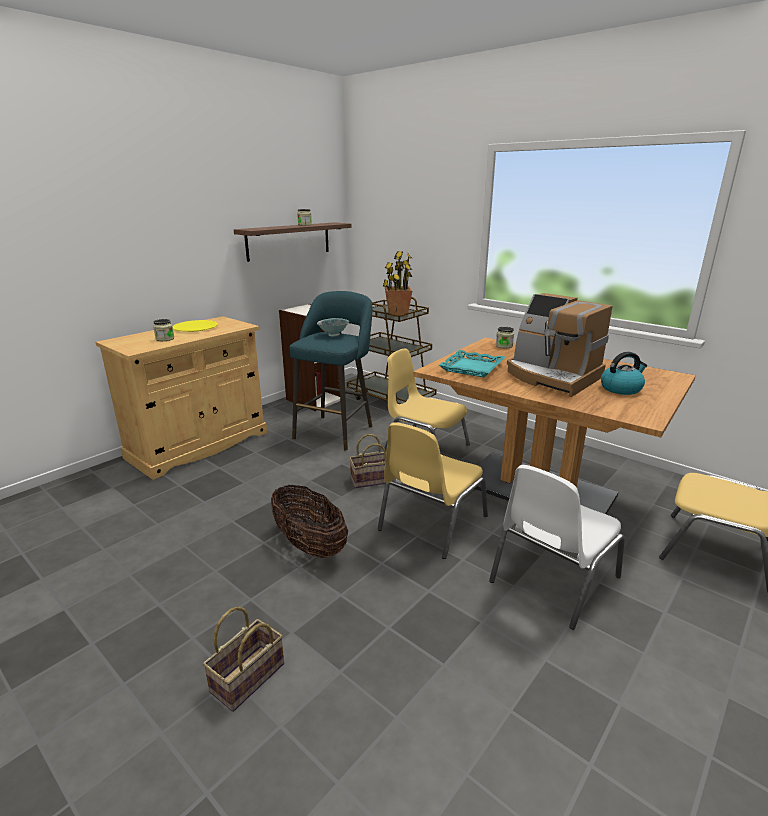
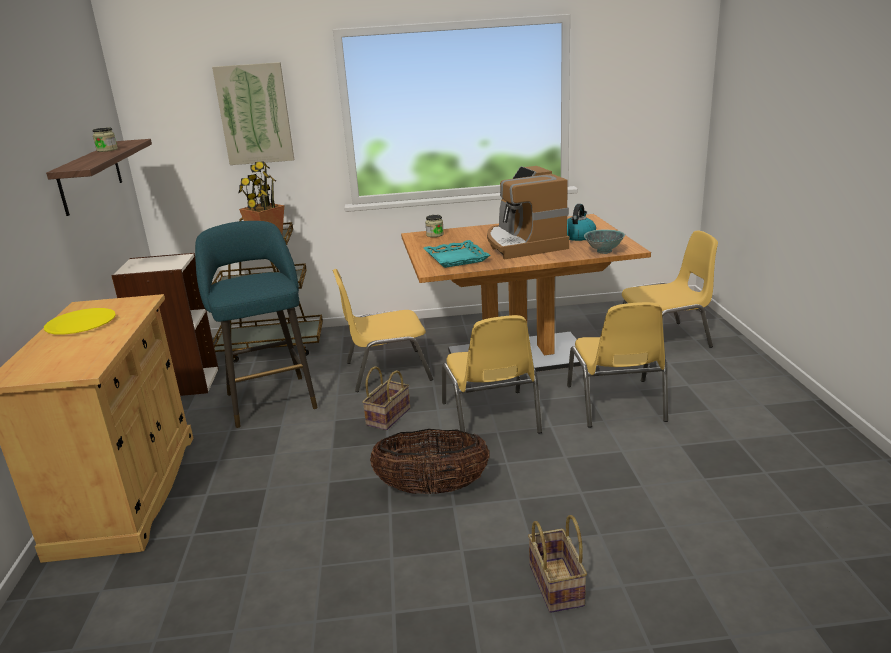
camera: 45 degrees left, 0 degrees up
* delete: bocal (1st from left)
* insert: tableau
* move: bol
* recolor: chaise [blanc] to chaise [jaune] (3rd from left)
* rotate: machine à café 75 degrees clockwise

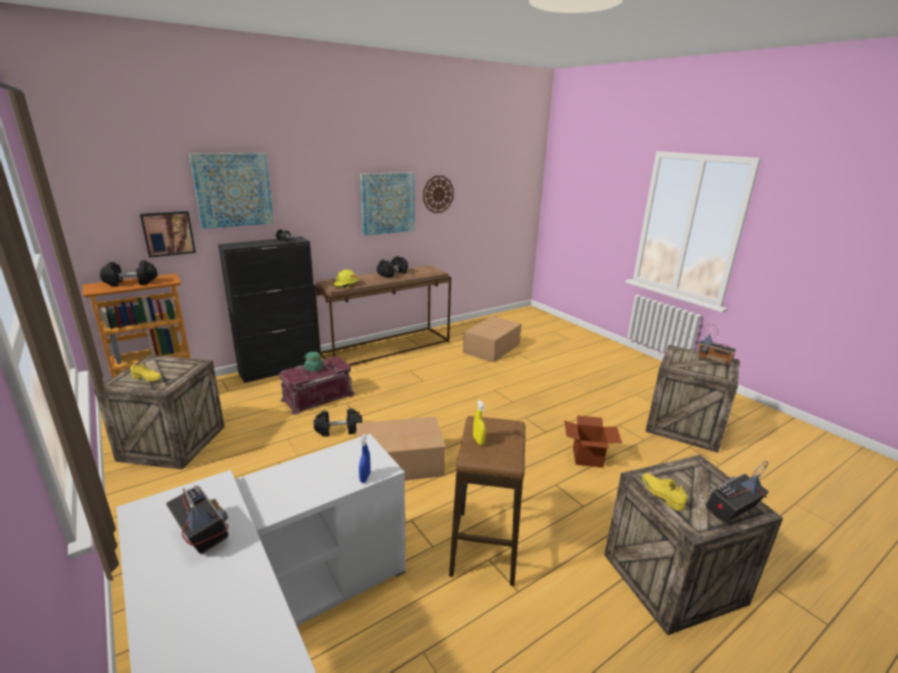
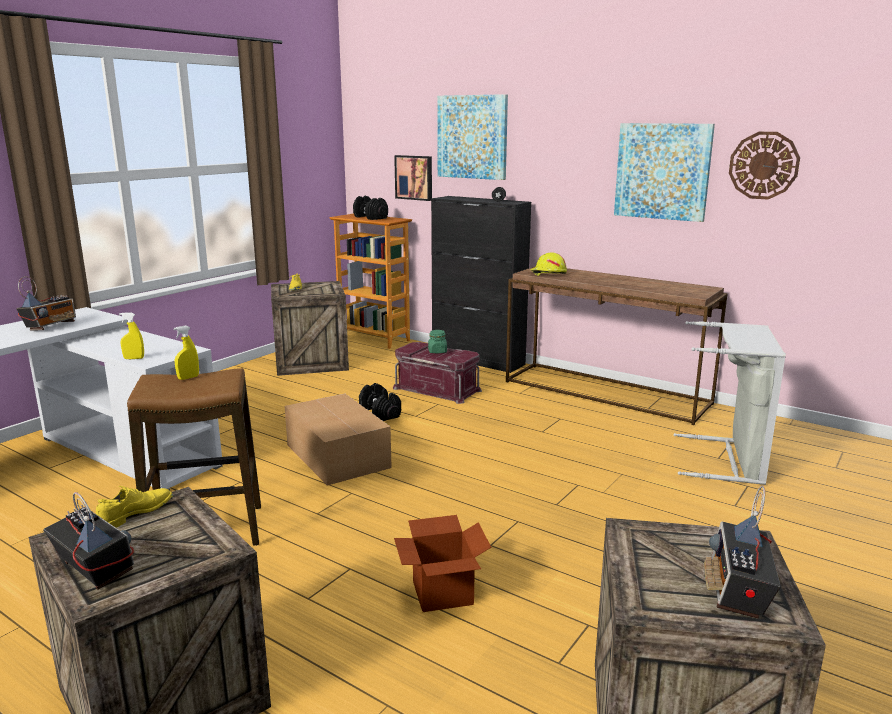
camera: 70 degrees right, 5 degrees down
* delete: haltère [noir] (4th from left)
* replace: carton (2nd from left) to panier à linge [gris]
* recolor: vaporisateur [bleu] to vaporisateur [jaune] (1st from left)

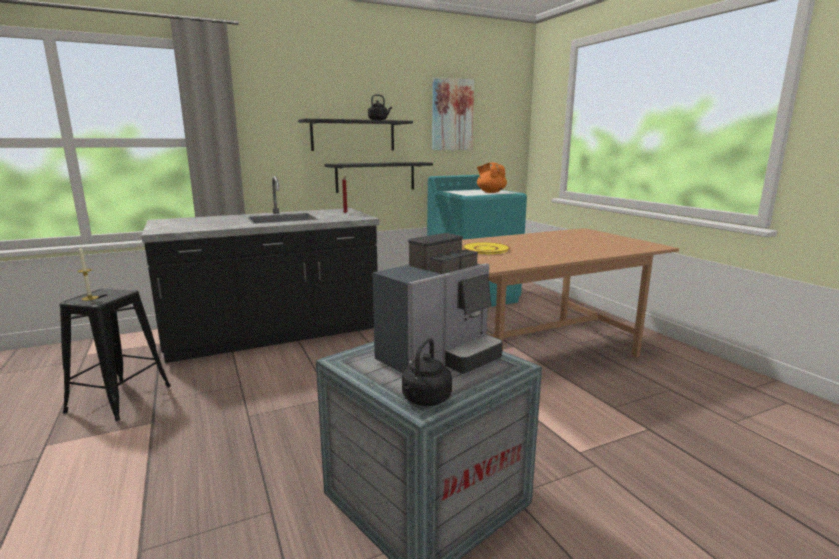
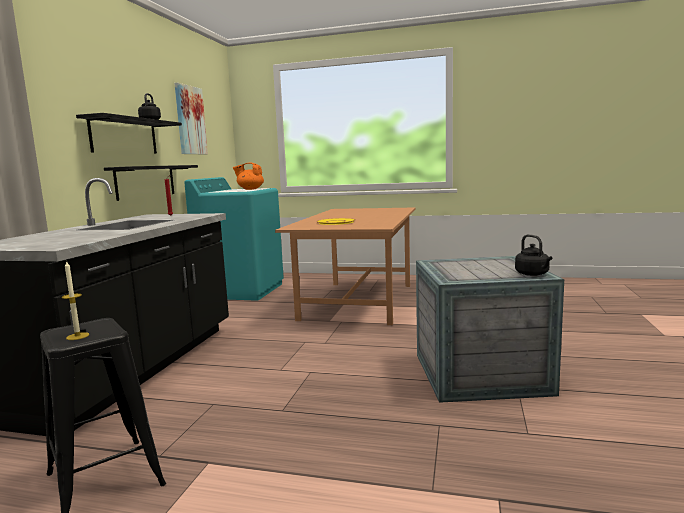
camera: 50 degrees left, 5 degrees down
* delete: machine à café

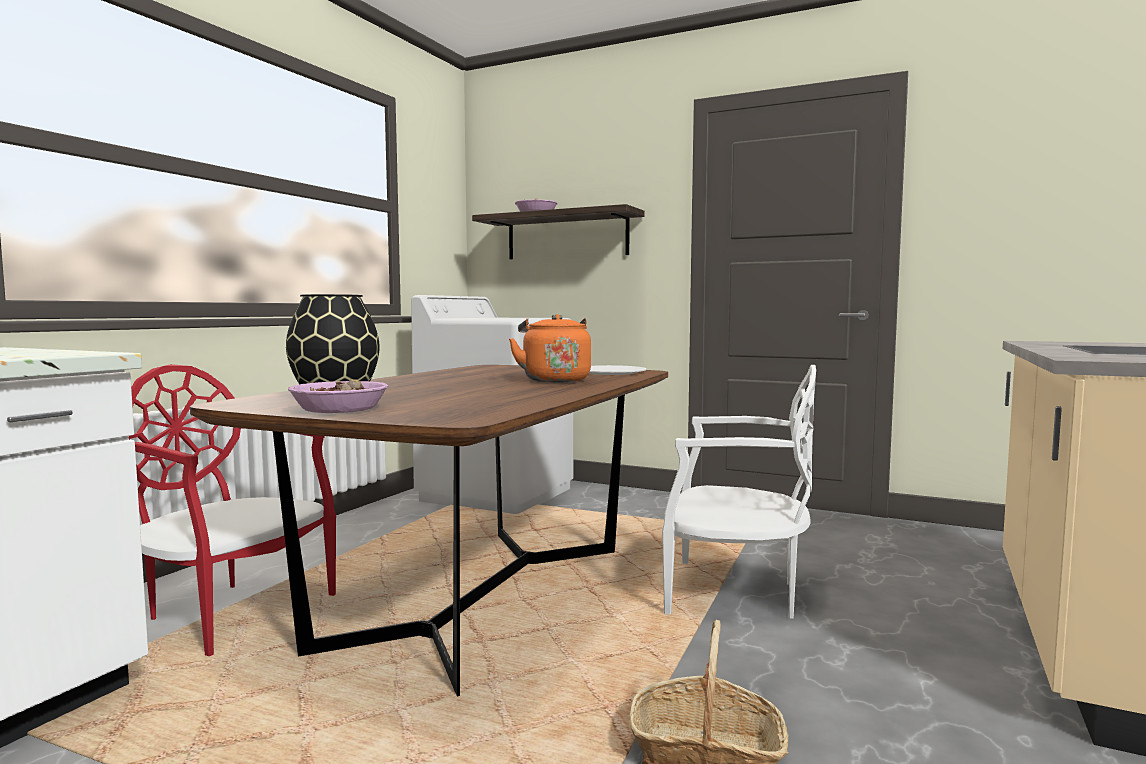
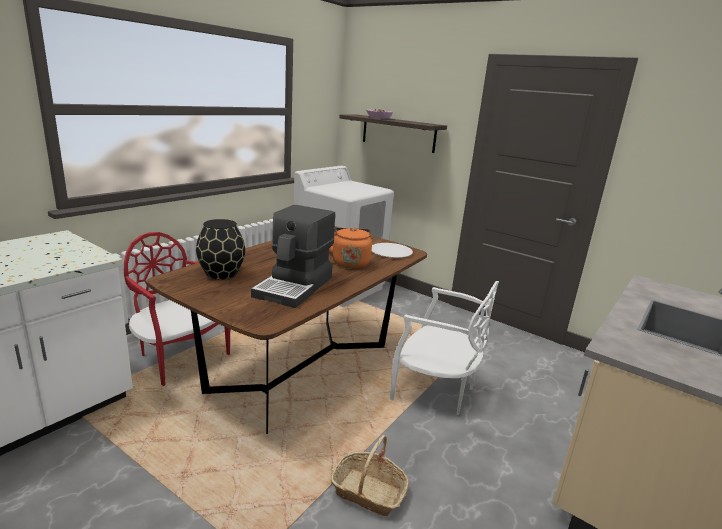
camera: 10 degrees right, 15 degrees up
* delete: bol (1st from left)
* insert: machine à café

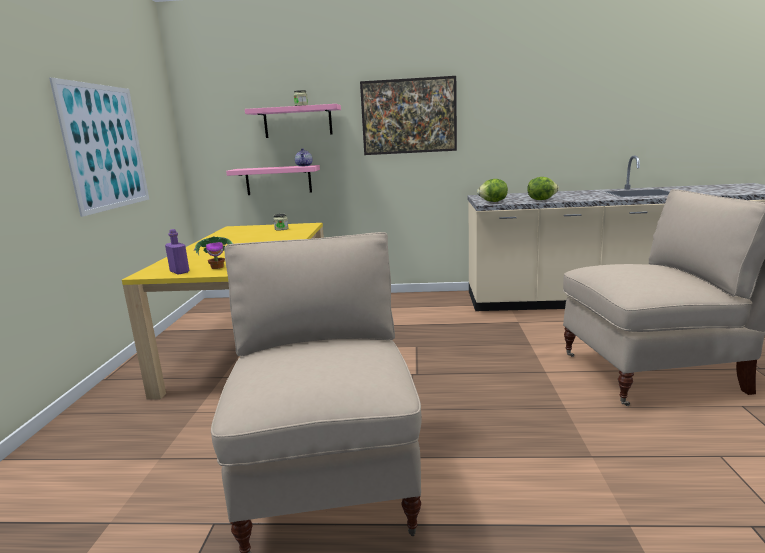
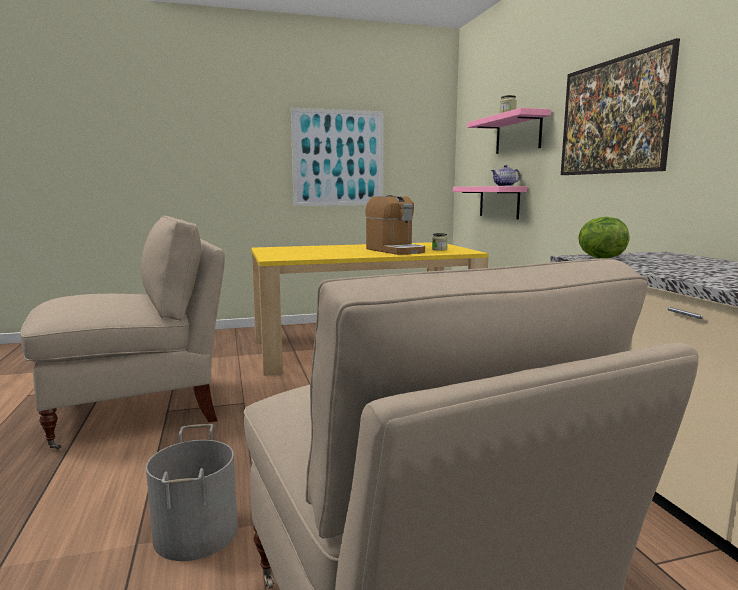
camera: 70 degrees right, 5 degrees down
* delete: bouteille [violet]
* delete: plante en pot
* delete: laitue (2nd from left)
* insert: seau [gris]
* insert: machine à café

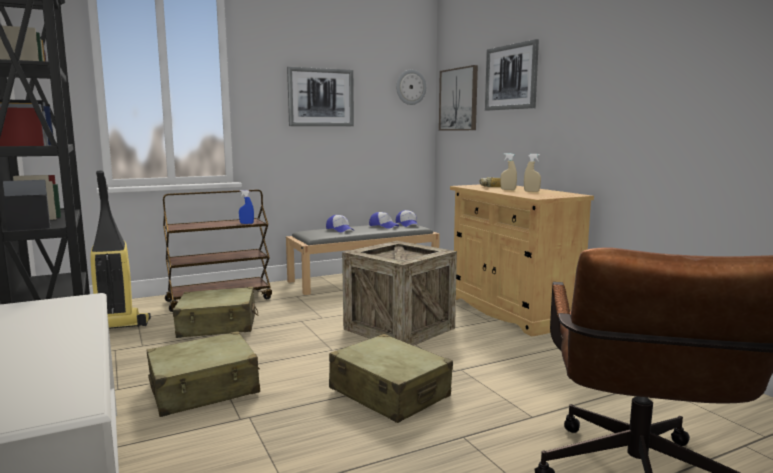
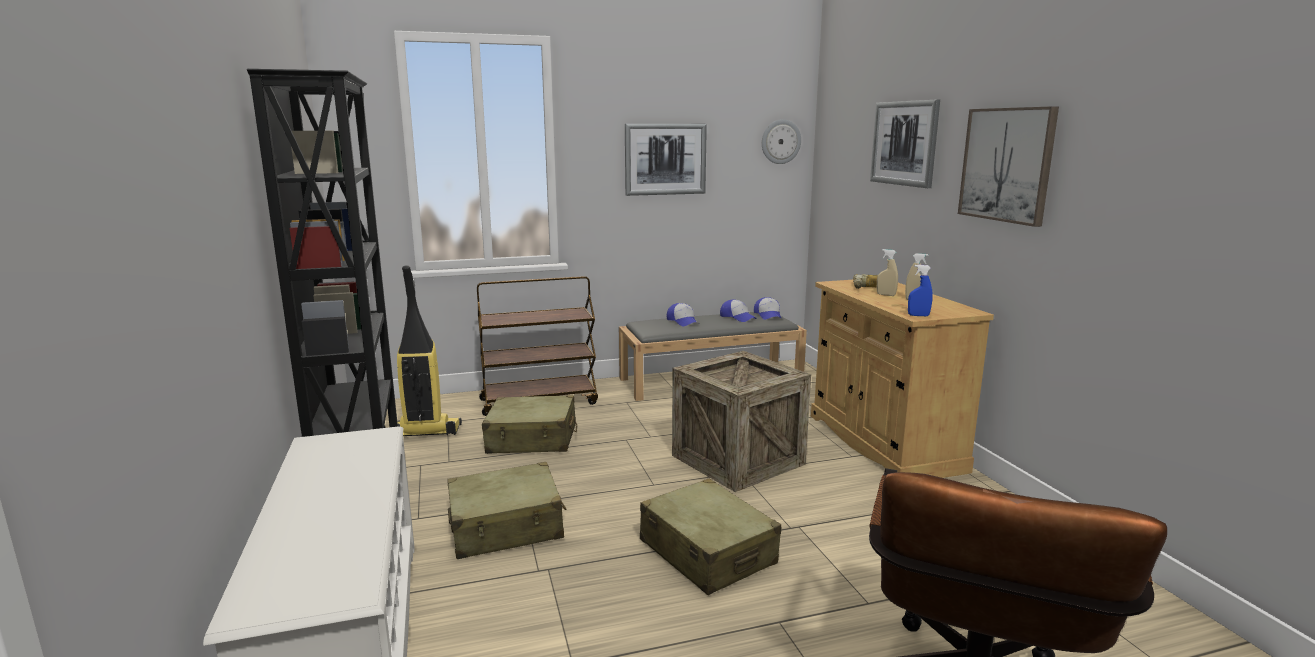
camera: 10 degrees right, 5 degrees up
* move: vaporisateur [bleu]
* move: tableau (2nd from left in the first image) to tableau (3rd from left)

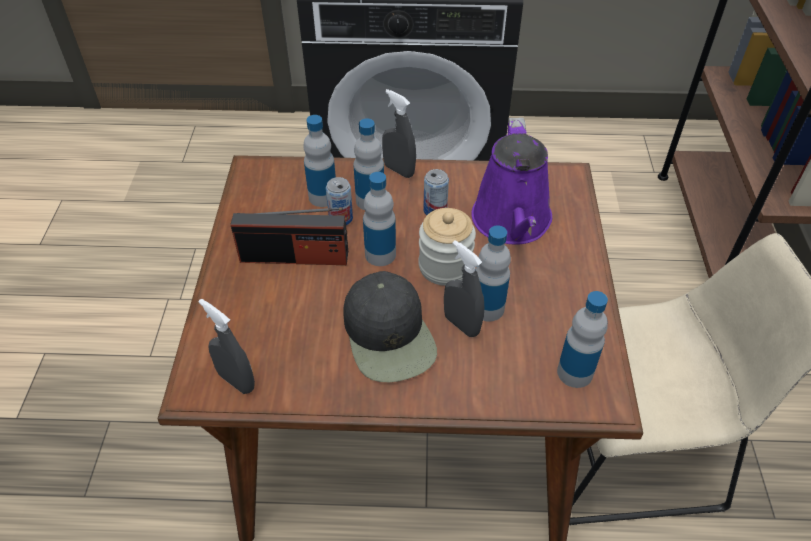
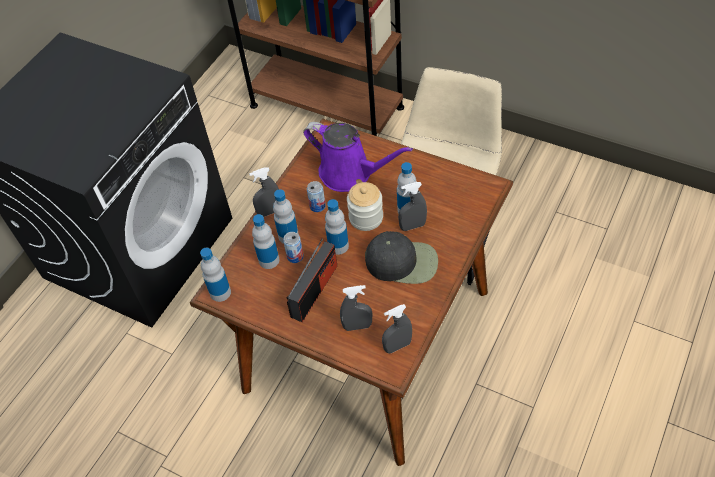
camera: 60 degrees left, 5 degrees up
* insert: vaporisateur [gris] (2nd from left)
* move: bouteille (5th from left in the first image) to bouteille (1st from left)

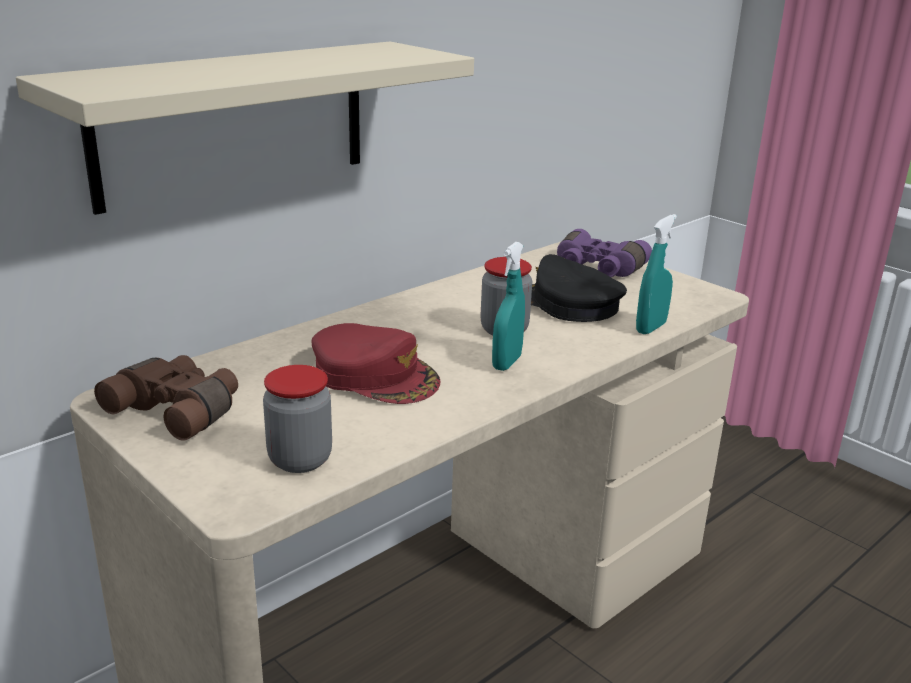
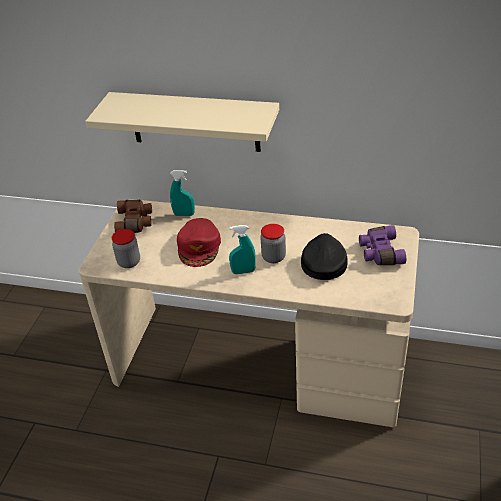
camera: 60 degrees right, 15 degrees up
* move: vaporisateur [turquoise] (2nd from left in the first image) to vaporisateur [turquoise] (1st from left)

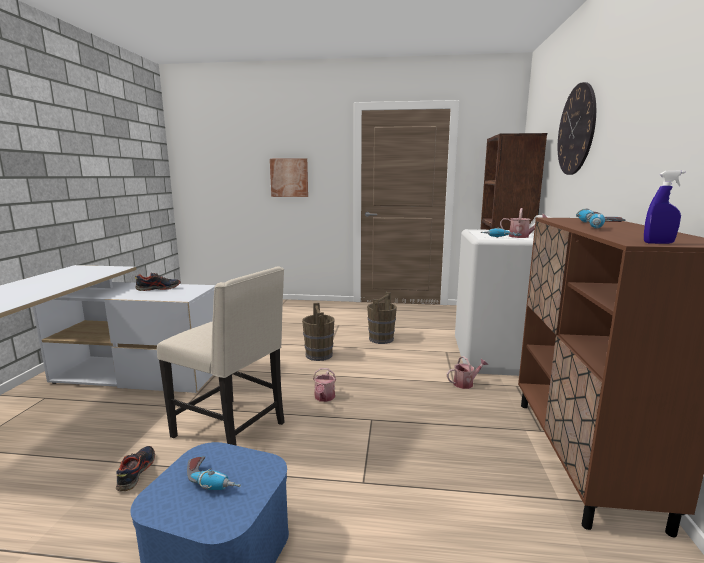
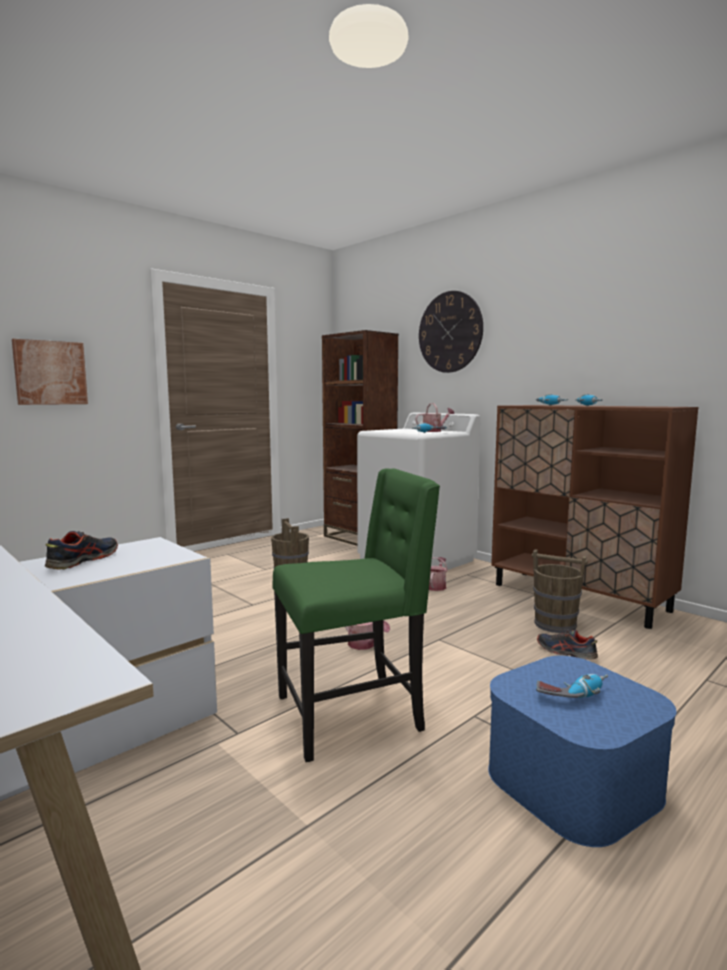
camera: 50 degrees left, 5 degrees down
* delete: vaporisateur [bleu]
* move: chaussure (1st from left in the first image) to chaussure (2nd from left)
* move: seau [marron] (1st from left in the first image) to seau [marron] (2nd from left)
* recolor: chaise [beige] to chaise [vert]

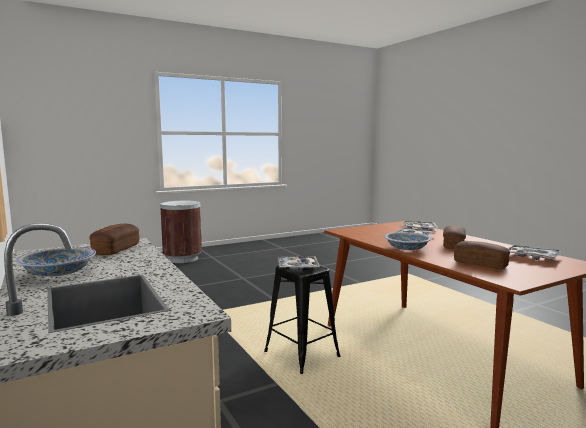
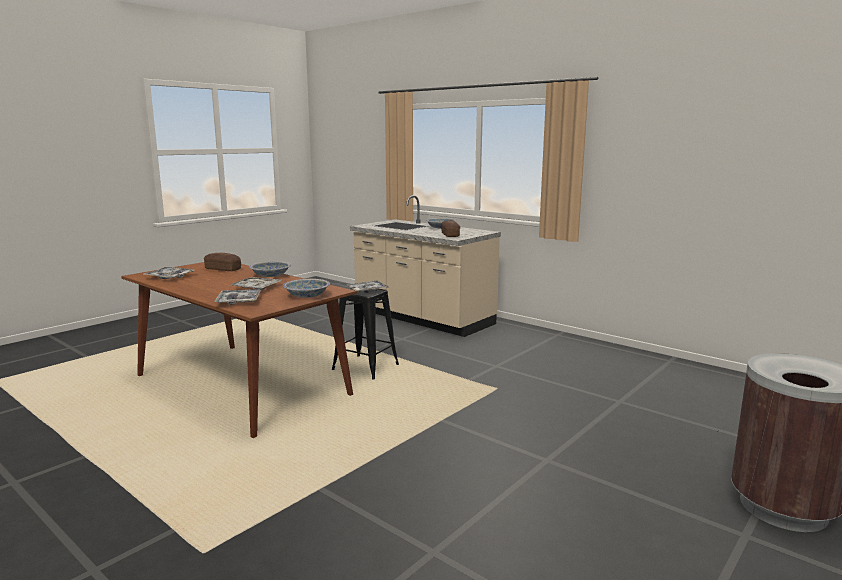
camera: 160 degrees right, 5 degrees up
* delete: pain (2nd from left)
* insert: bol (2nd from left)

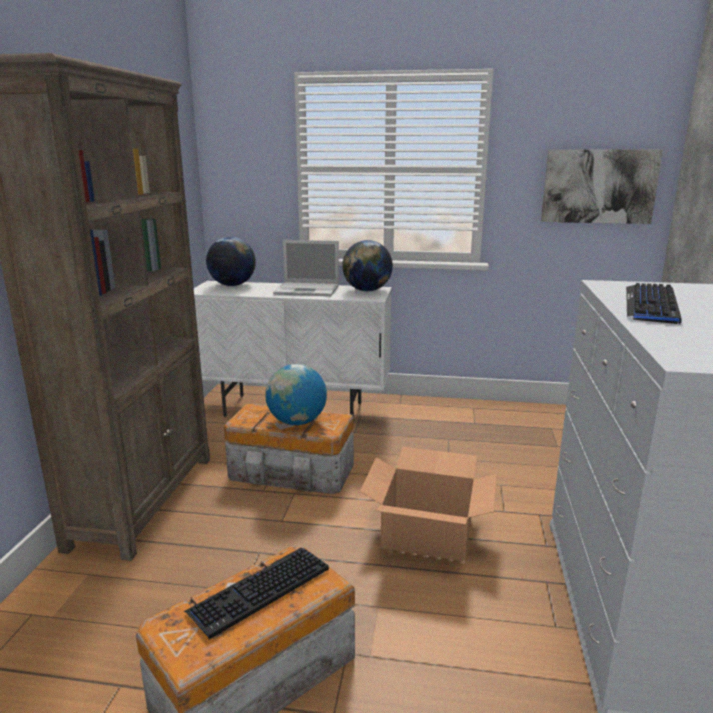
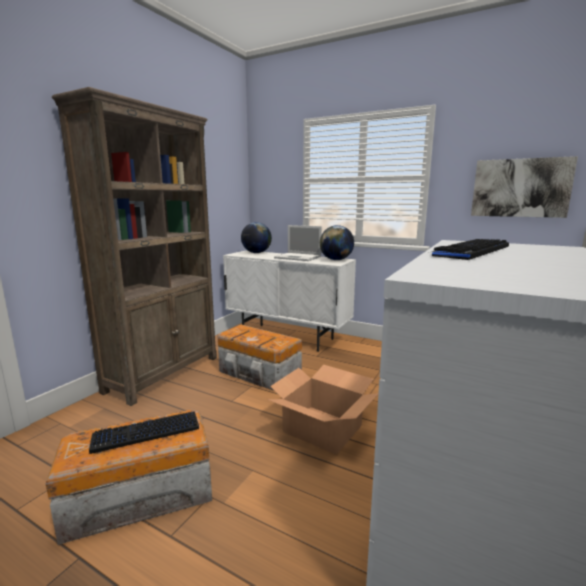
camera: 20 degrees right, 5 degrees down
* delete: globe (2nd from left)

